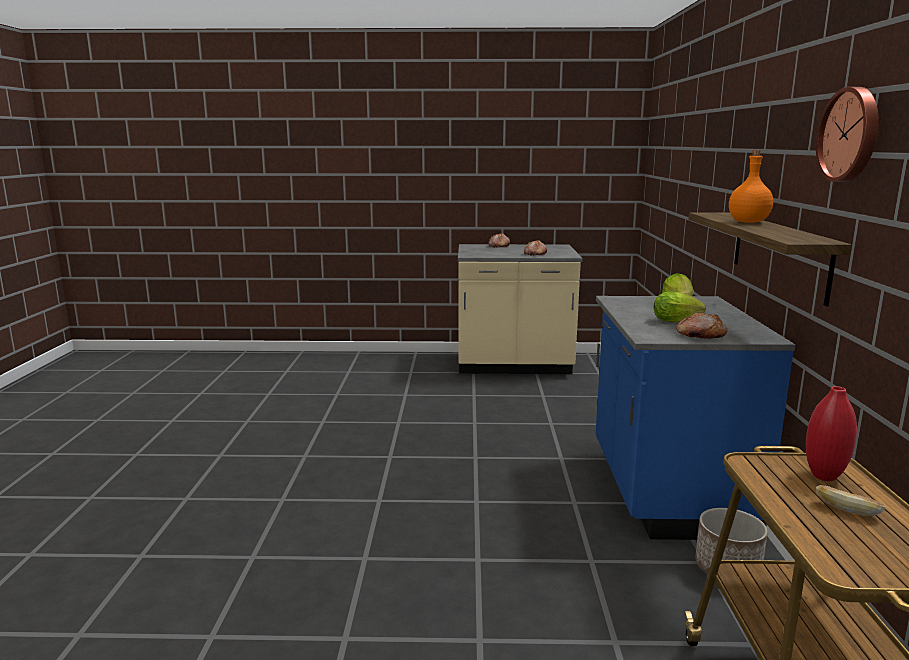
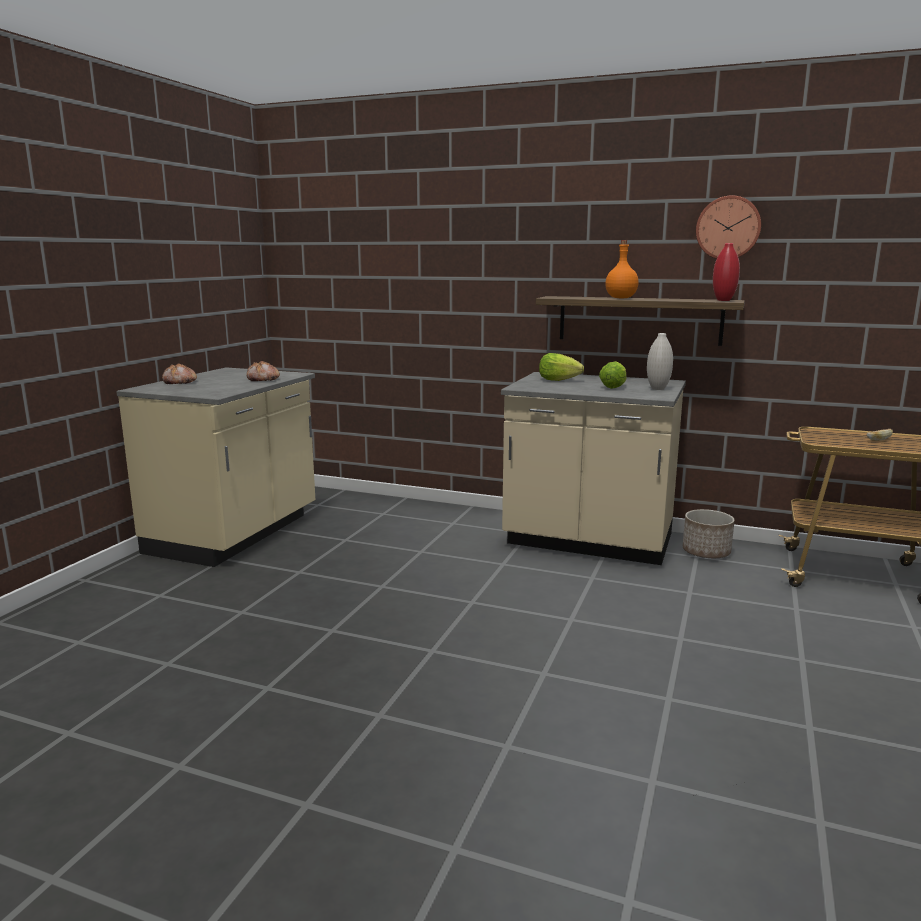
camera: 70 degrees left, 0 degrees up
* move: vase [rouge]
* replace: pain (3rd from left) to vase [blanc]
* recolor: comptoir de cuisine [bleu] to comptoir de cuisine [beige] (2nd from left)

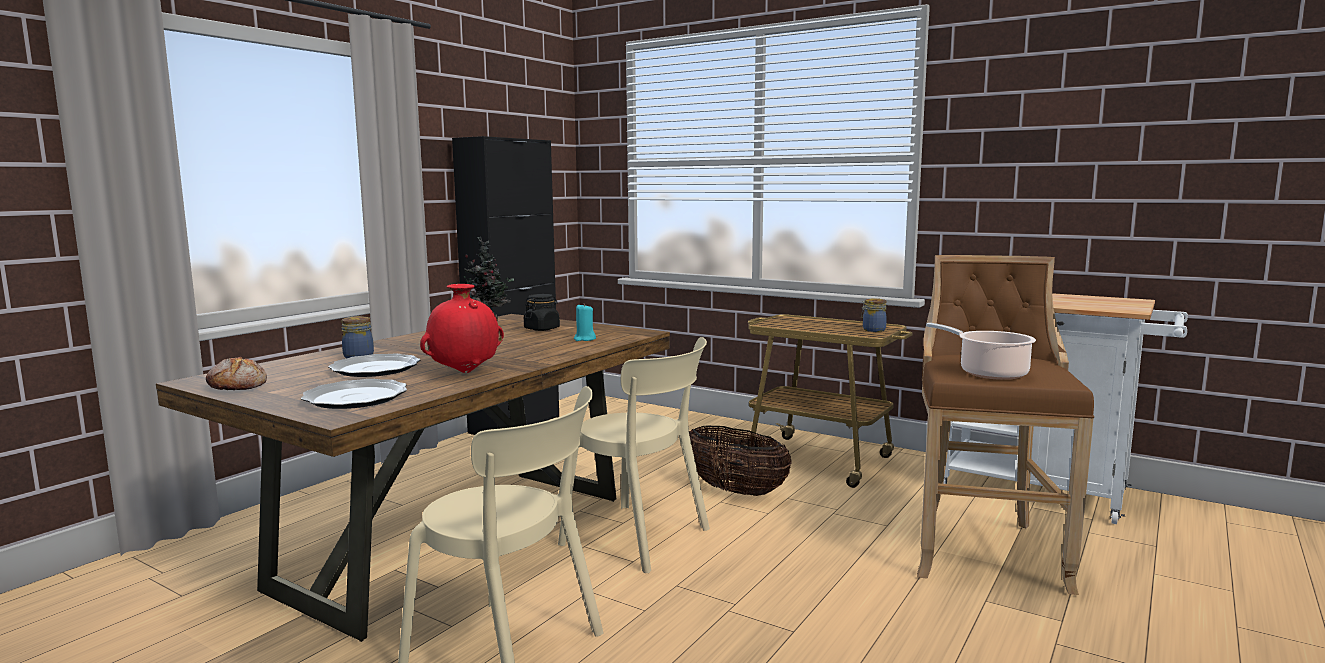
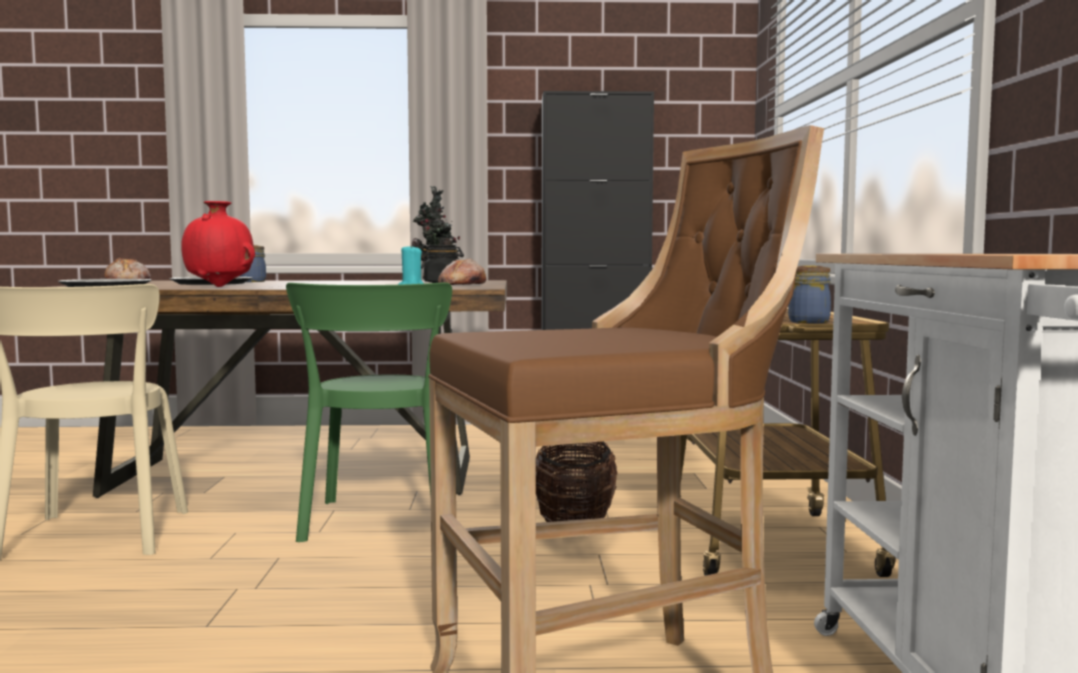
camera: 55 degrees right, 5 degrees down
* delete: marmite
* insert: pain (2nd from left)
* recolor: chaise [beige] (2nd from left) to chaise [vert]

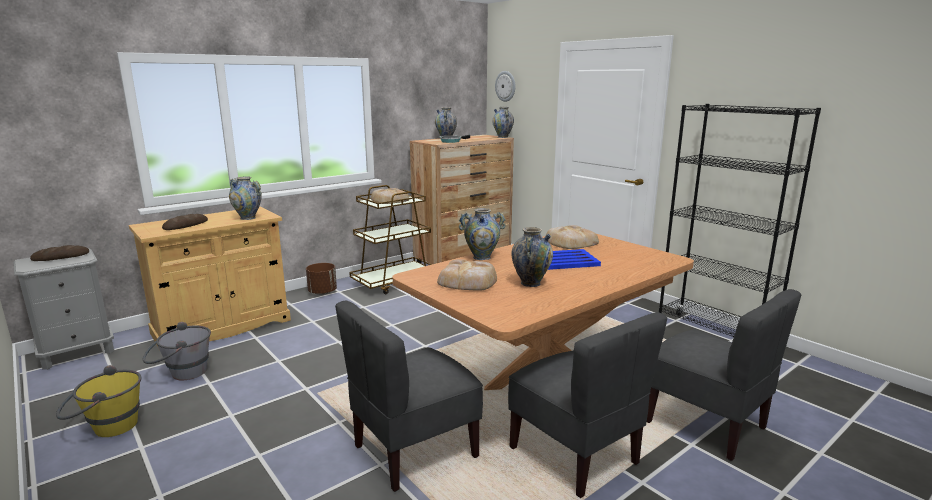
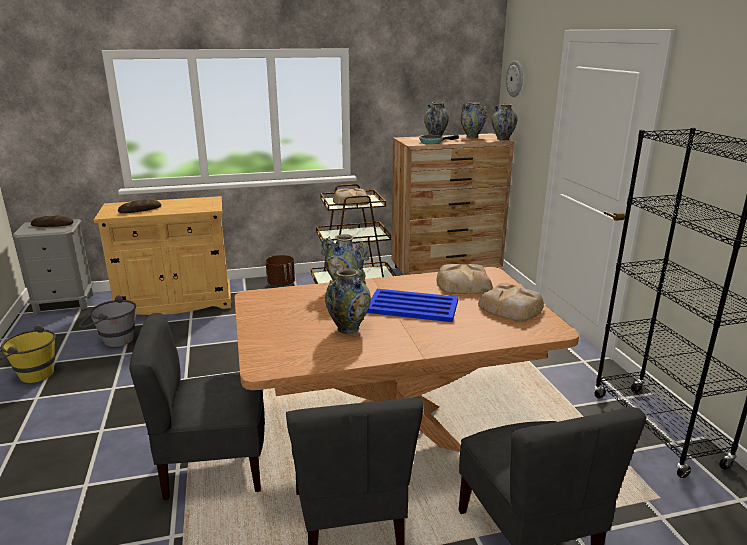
camera: 25 degrees right, 5 degrees up
* move: vase (1st from left in the first image) to vase (4th from left)
* move: pain (4th from left in the first image) to pain (5th from left)

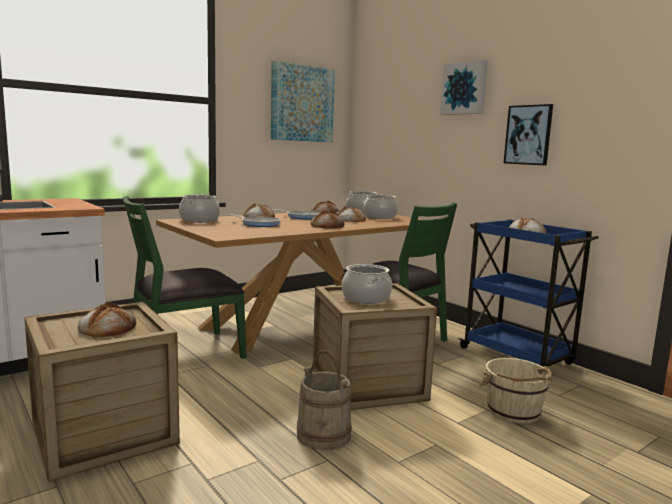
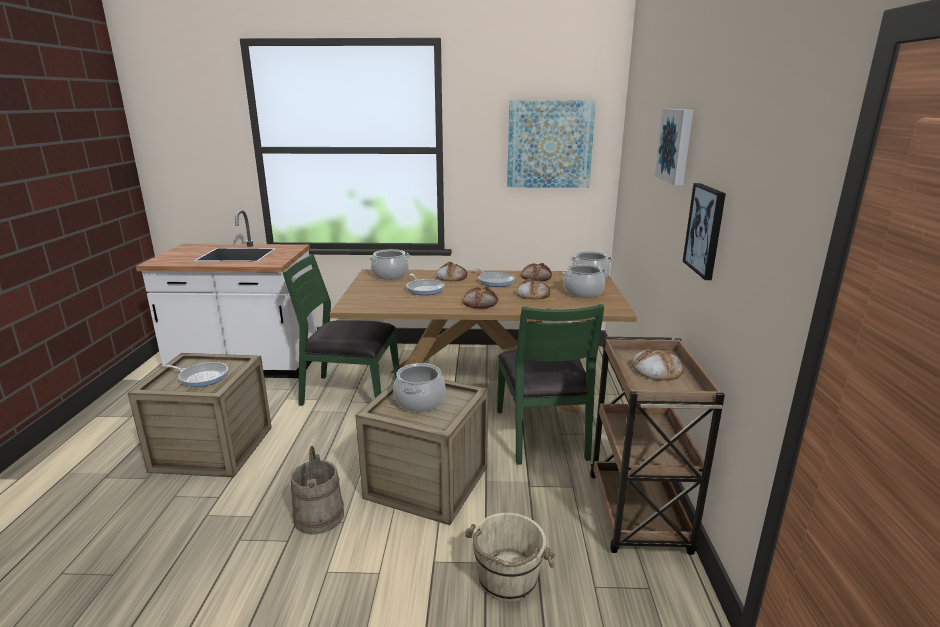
camera: 40 degrees right, 10 degrees up
* replace: pain (1st from left) to poêle (1st from left)
* recolor: chariot [bleu] to chariot [marron]

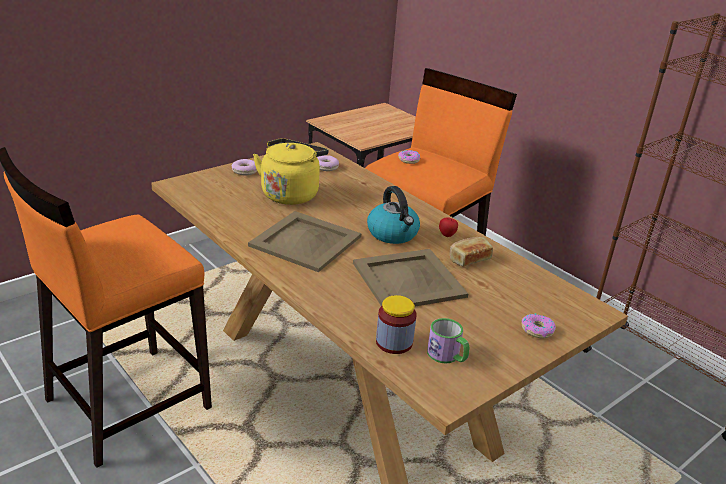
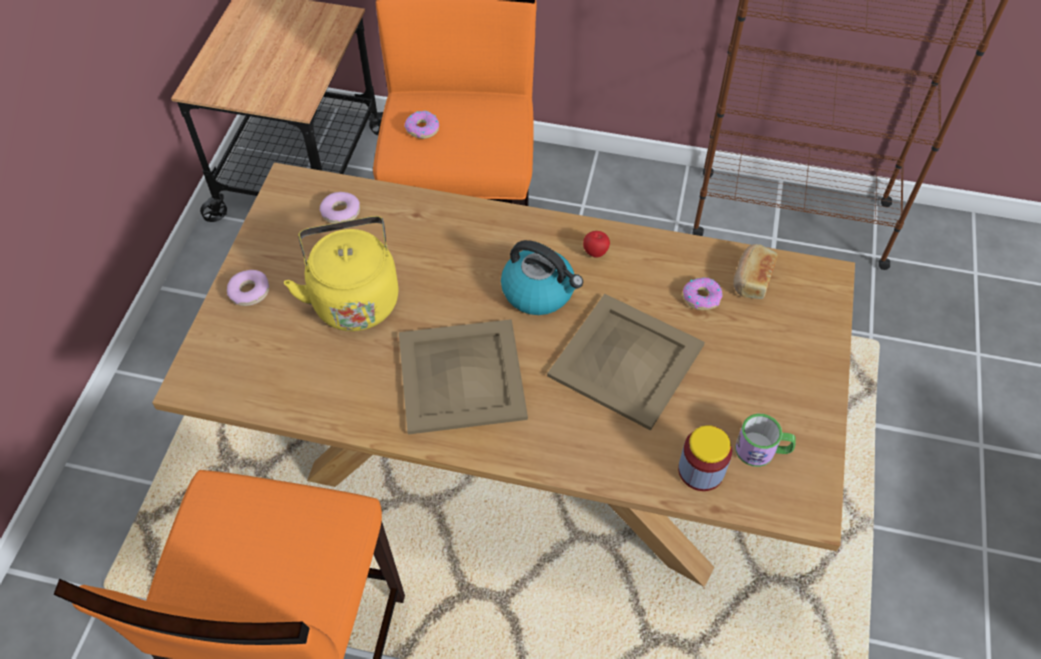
camera: 35 degrees left, 25 degrees up
* move: pain
* move: beignet (4th from left)

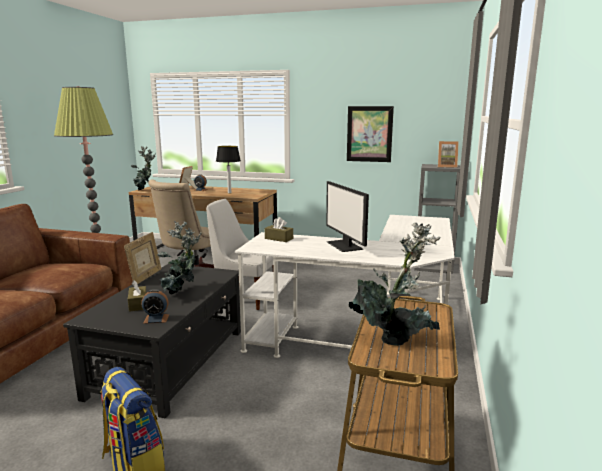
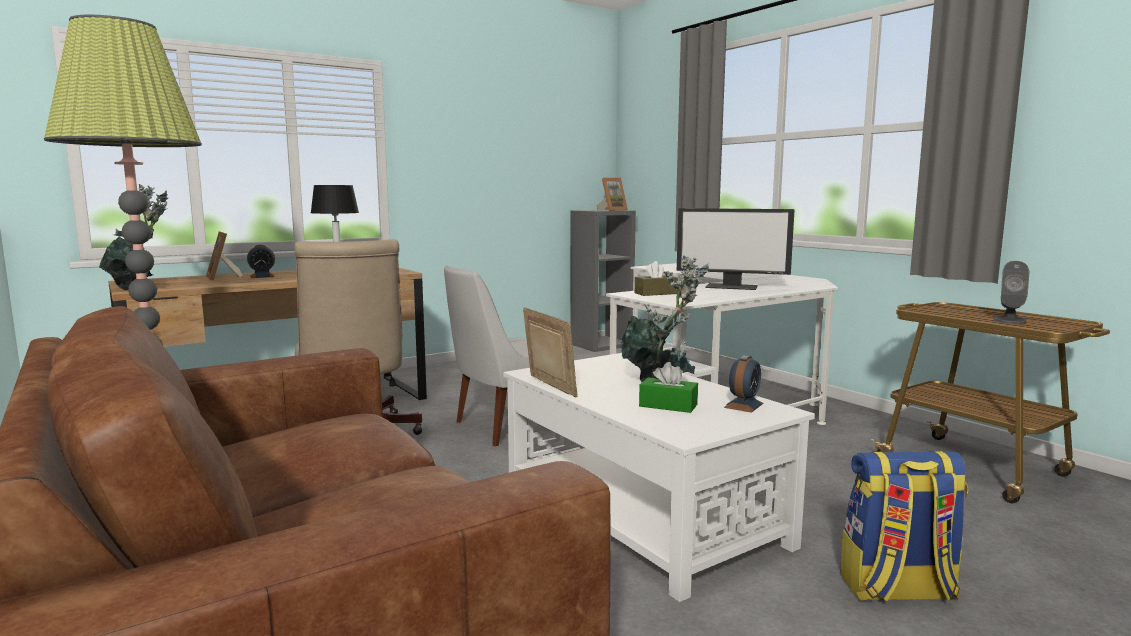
camera: 50 degrees left, 5 degrees down
* delete: tableau
* replace: plante en pot (3rd from left) to enceinte [gris]
* recolor: table basse [noir] to table basse [blanc]
* recolor: boîte à mouchoirs [marron] (1st from left) to boîte à mouchoirs [vert]

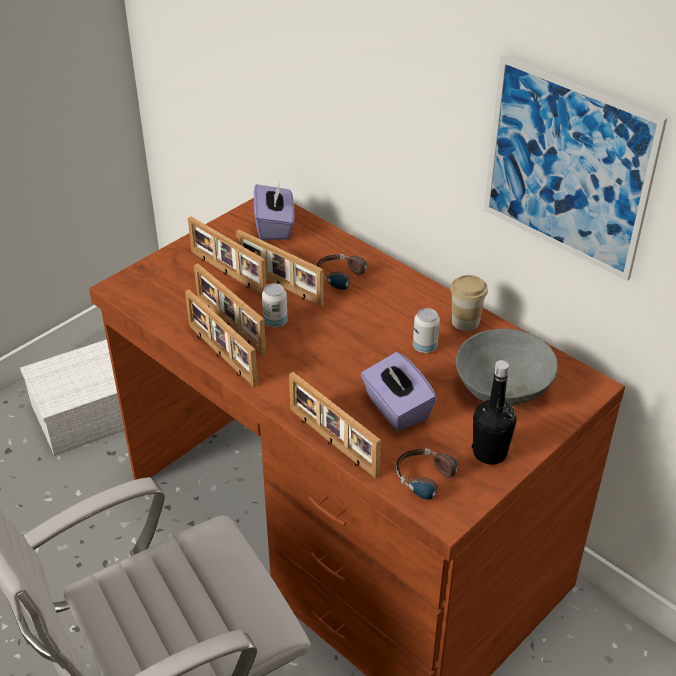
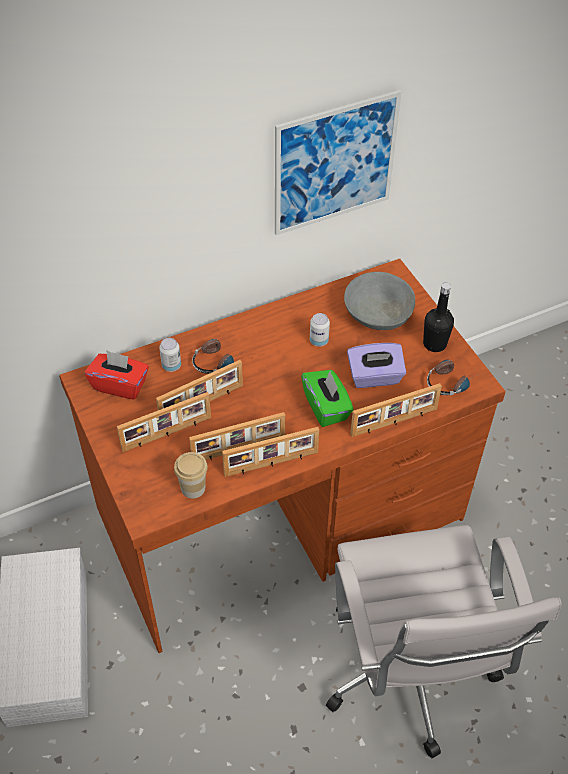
camera: 70 degrees left, 10 degrees up
* insert: boîte à mouchoirs [vert]
* move: boîte métallique (1st from left)
* move: tasse
* recolor: boîte à mouchoirs [violet] (1st from left) to boîte à mouchoirs [rouge]

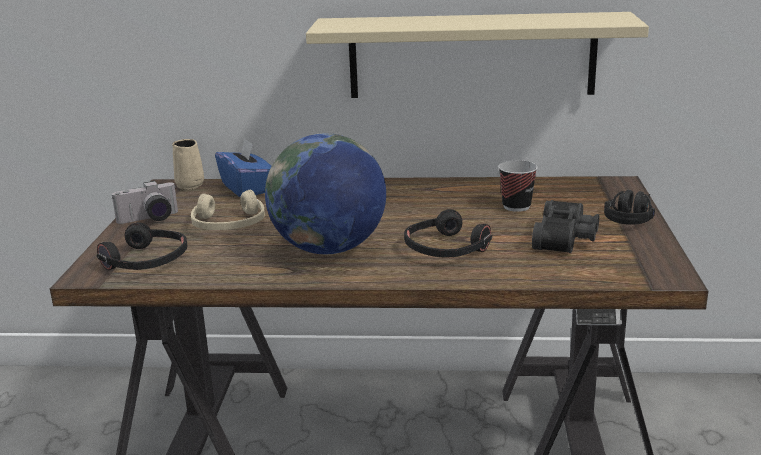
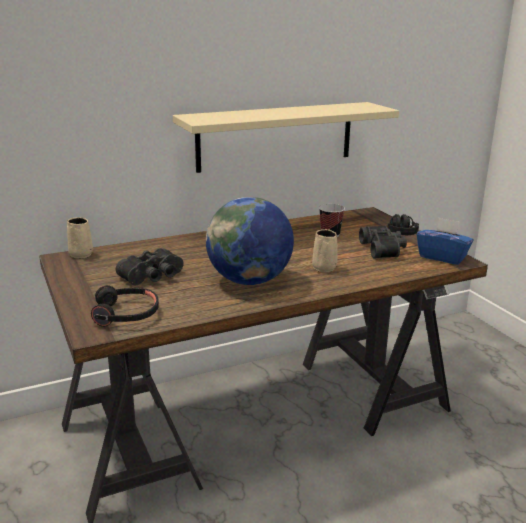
camera: 30 degrees left, 0 degrees up
* delete: appareil photo
* move: boîte à mouchoirs [bleu]
* replace: casque audio [beige] to jumelles [noir] (1st from left)
* replace: casque audio [noir] (2nd from left) to mug [beige] (2nd from left)

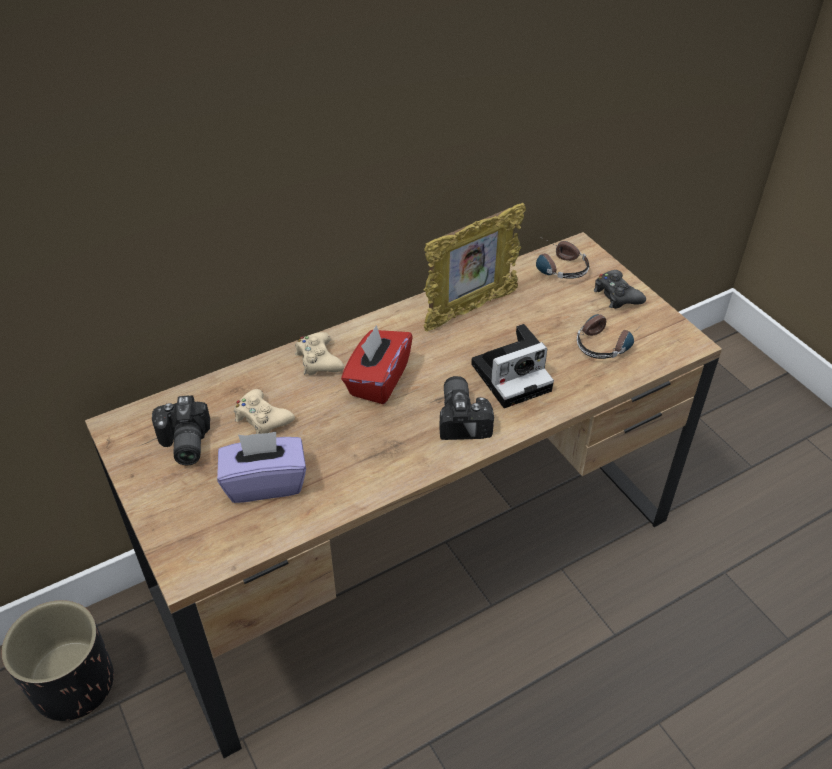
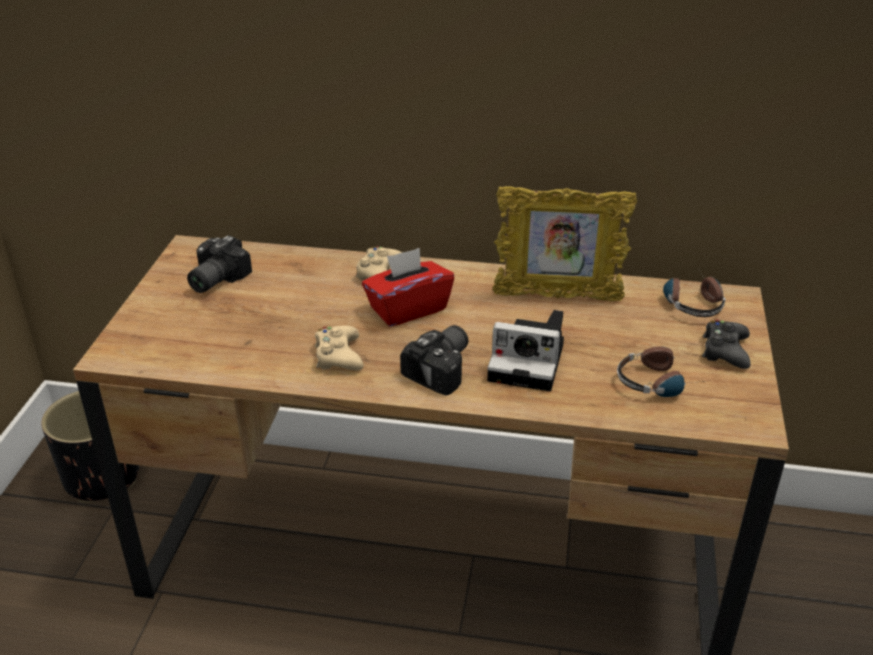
camera: 40 degrees right, 10 degrees down
* delete: boîte à mouchoirs [violet]
* move: manette [beige] (1st from left)

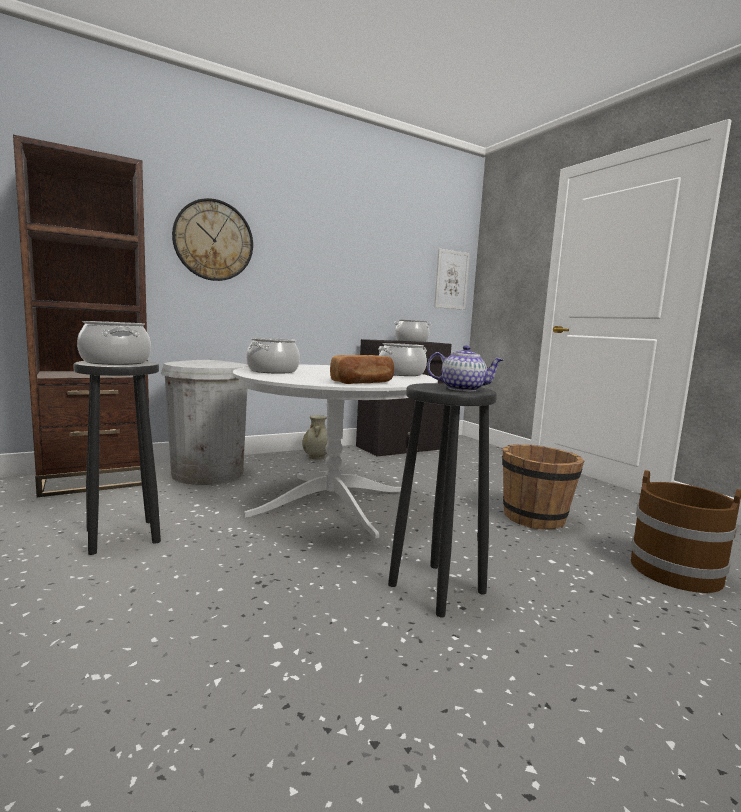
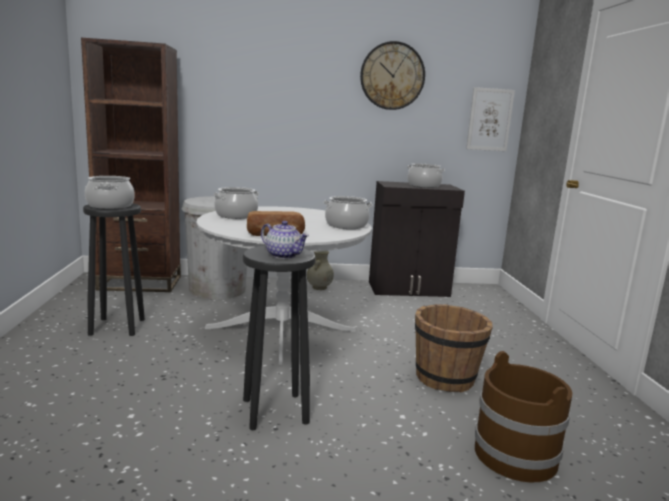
camera: 25 degrees right, 5 degrees up
* move: horloge murale

